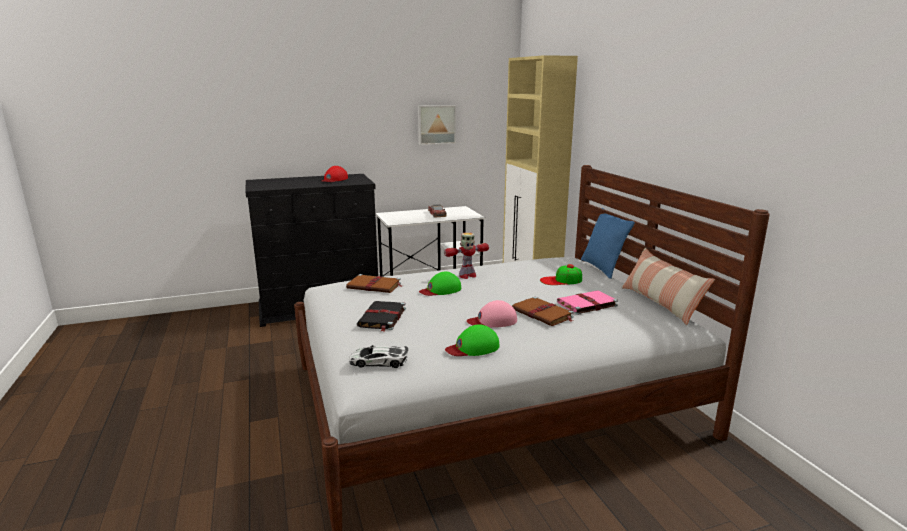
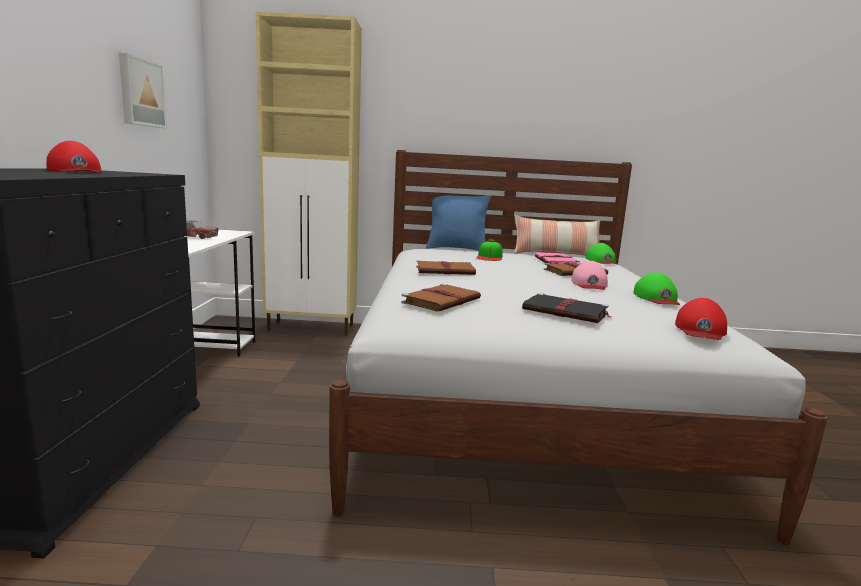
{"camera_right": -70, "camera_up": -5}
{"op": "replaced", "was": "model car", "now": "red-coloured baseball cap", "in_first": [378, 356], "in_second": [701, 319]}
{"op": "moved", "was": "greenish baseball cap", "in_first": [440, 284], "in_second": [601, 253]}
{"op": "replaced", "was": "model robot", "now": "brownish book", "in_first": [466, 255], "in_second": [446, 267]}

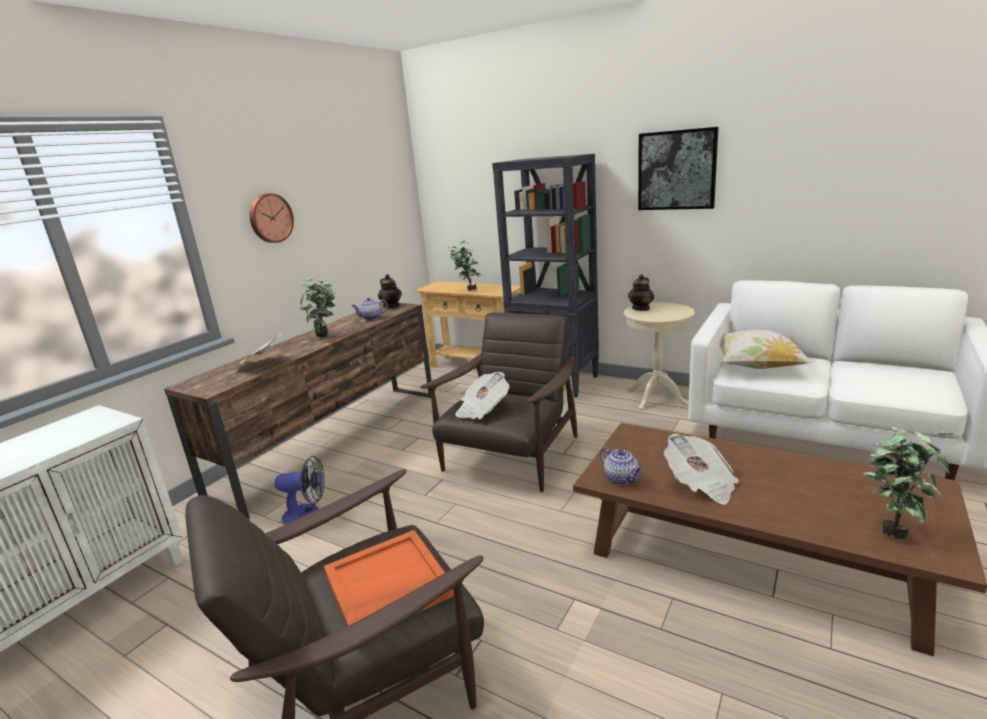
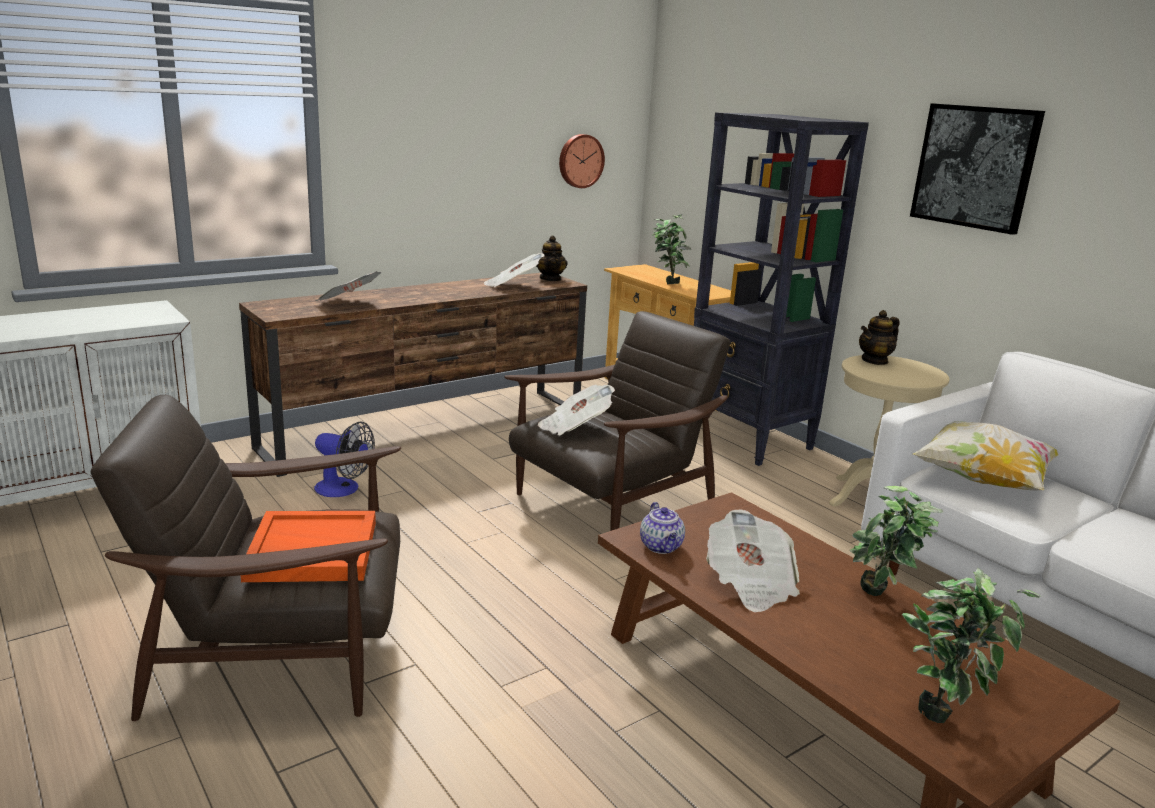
{"camera_right": 20, "camera_up": 0}
{"op": "moved", "was": "hanging clock", "in_first": [272, 218], "in_second": [582, 161]}
{"op": "moved", "was": "houseplant", "in_first": [317, 307], "in_second": [897, 541]}
{"op": "replaced", "was": "tea pot", "now": "daily paper", "in_first": [370, 309], "in_second": [514, 270]}

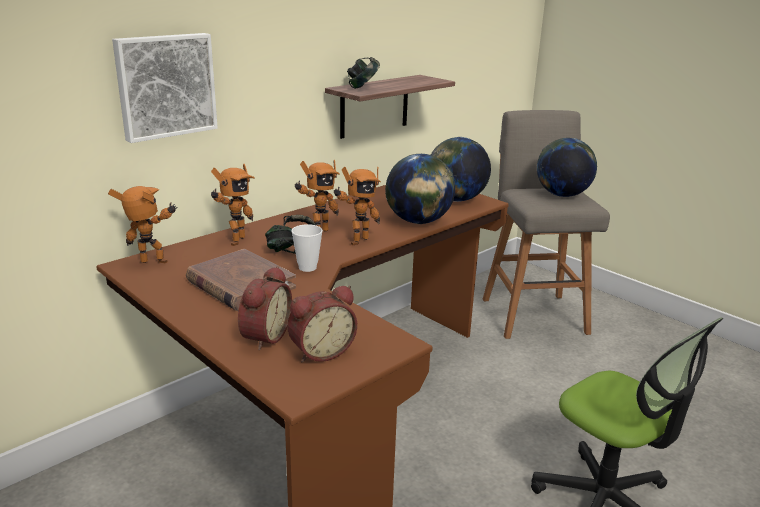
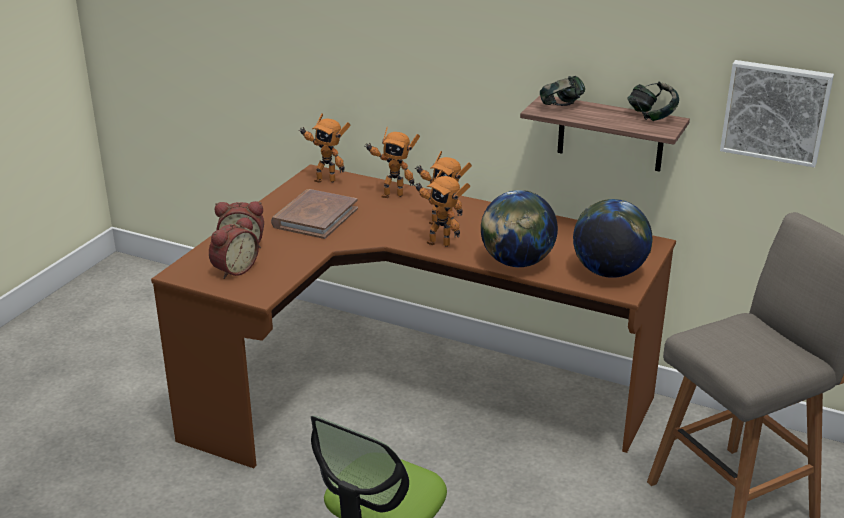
{"camera_right": 70, "camera_up": 5}
{"op": "turned", "was": "model robot", "in_first": [143, 225], "in_second": [325, 148], "clockwise": 120}
{"op": "moved", "was": "wall picture", "in_first": [165, 88], "in_second": [777, 113]}
{"op": "moved", "was": "pair of headphones", "in_first": [291, 234], "in_second": [653, 101]}
{"op": "turned", "was": "table clock", "in_first": [322, 324], "in_second": [234, 248], "clockwise": -90}
{"op": "removed", "was": "small cup", "in_first": [307, 248]}
{"op": "removed", "was": "world globe", "in_first": [567, 167]}

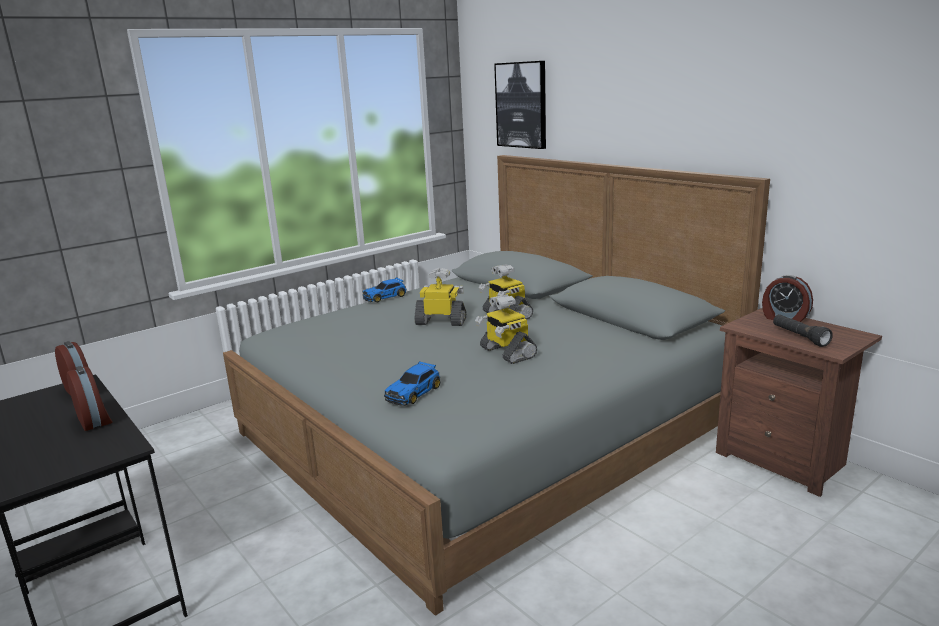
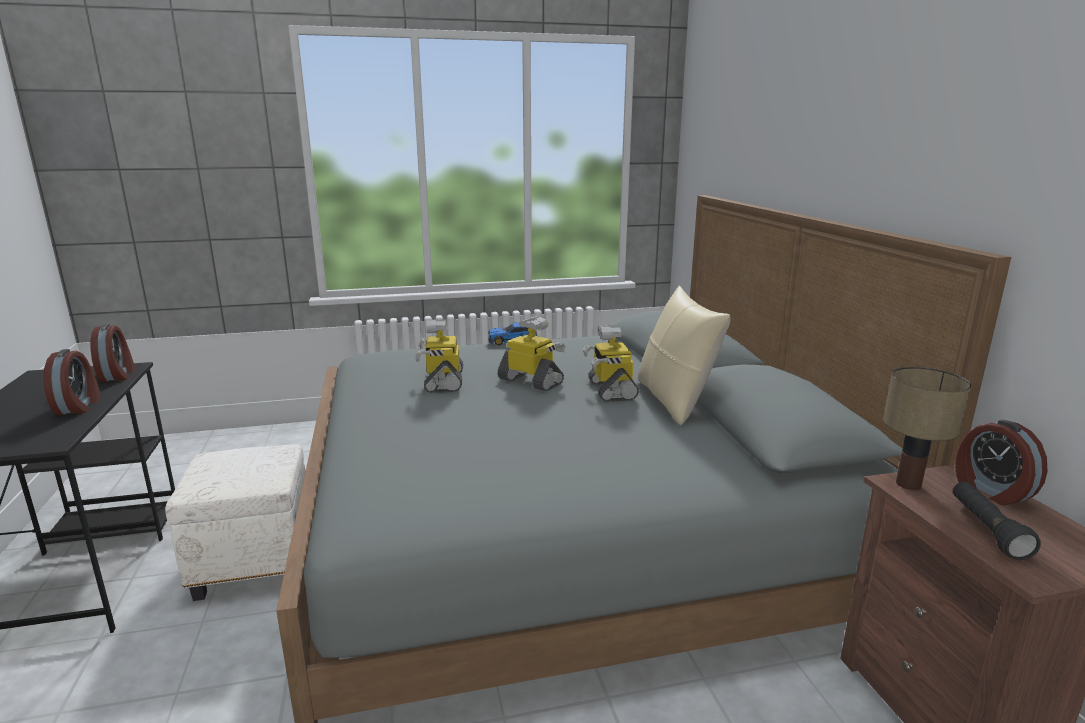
{"camera_right": 25, "camera_up": 0}
{"op": "removed", "was": "model car", "in_first": [412, 384]}
{"op": "moved", "was": "model robot", "in_first": [506, 329], "in_second": [439, 356]}
{"op": "removed", "was": "wall picture", "in_first": [520, 105]}
{"op": "added", "now": "white-coloured footrest", "in_second": [235, 522]}
{"op": "added", "now": "beige pillow", "in_second": [684, 355]}
{"op": "added", "now": "lamp for a table", "in_second": [927, 428]}

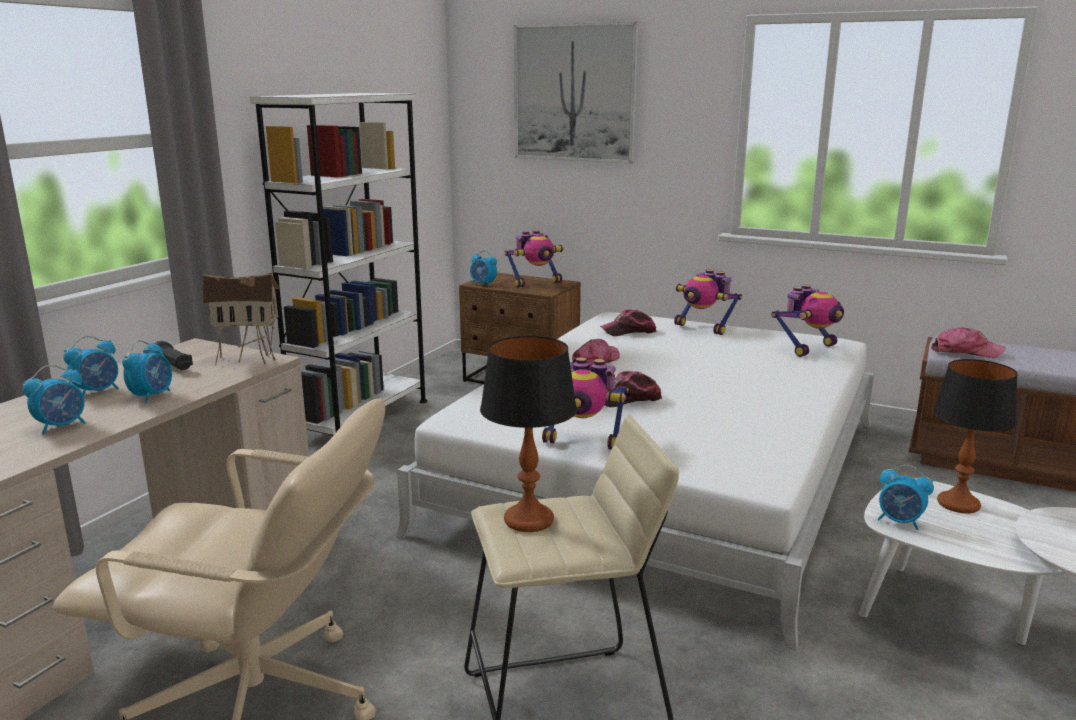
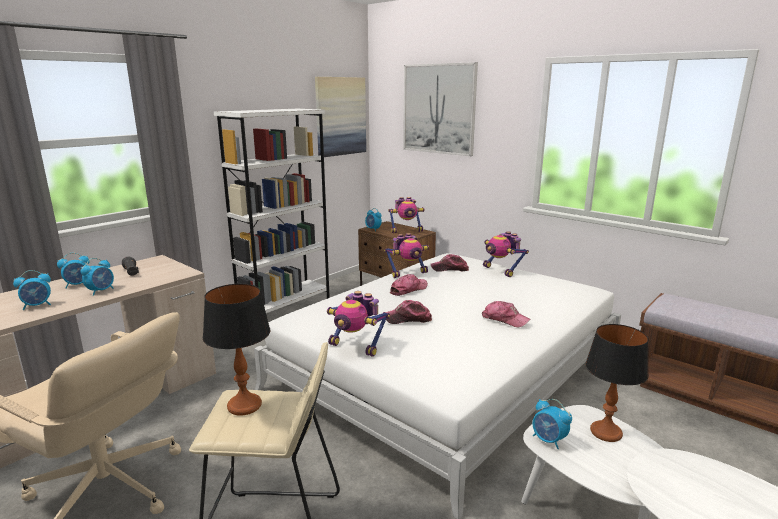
{"camera_right": 15, "camera_up": 0}
{"op": "removed", "was": "toy house", "in_first": [240, 319]}
{"op": "moved", "was": "model robot", "in_first": [807, 321], "in_second": [406, 255]}
{"op": "moved", "was": "baseball cap", "in_first": [968, 342], "in_second": [506, 314]}
{"op": "added", "now": "wall picture", "in_second": [340, 117]}

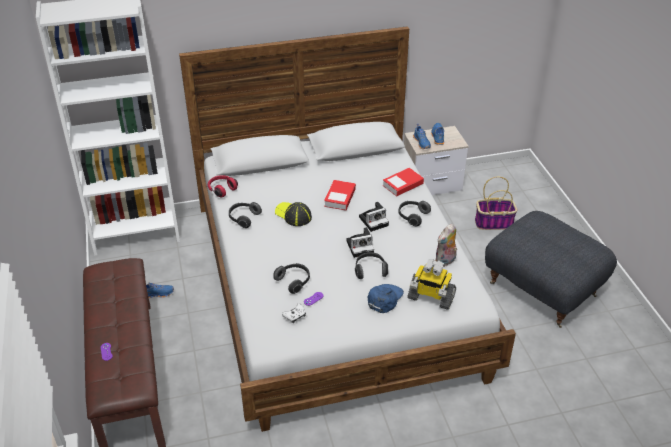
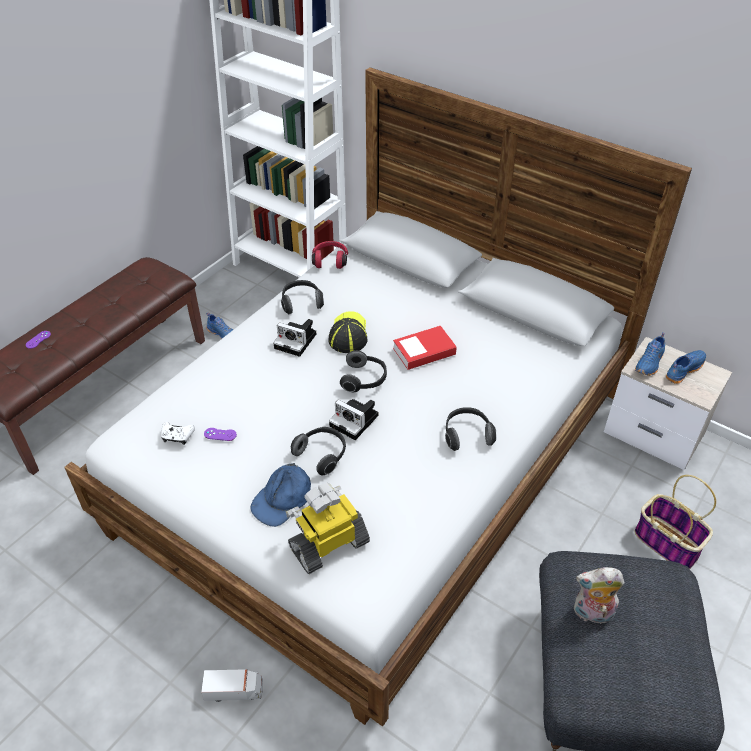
{"camera_right": 50, "camera_up": 5}
{"op": "moved", "was": "pair of headphones", "in_first": [291, 278], "in_second": [363, 371]}
{"op": "moved", "was": "photo camera", "in_first": [374, 217], "in_second": [294, 338]}
{"op": "turned", "was": "blue baseball cap", "in_first": [386, 298], "in_second": [281, 495], "clockwise": 135}
{"op": "removed", "was": "book", "in_first": [403, 182]}
{"op": "turned", "was": "model robot", "in_first": [432, 284], "in_second": [328, 528], "clockwise": 75}
{"op": "moved", "was": "soft toy", "in_first": [446, 245], "in_second": [599, 597]}
{"op": "added", "now": "toy truck", "in_second": [232, 685]}

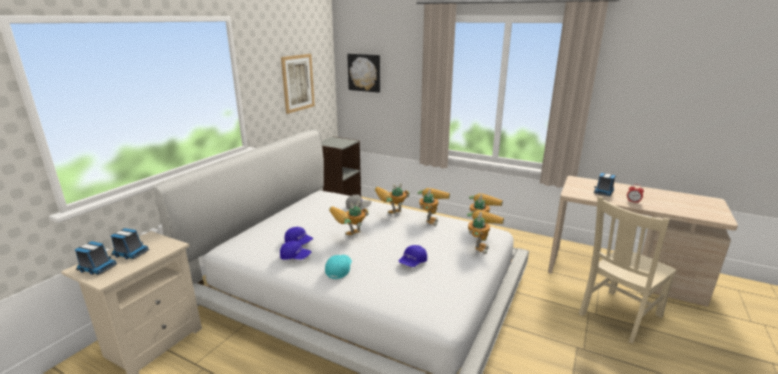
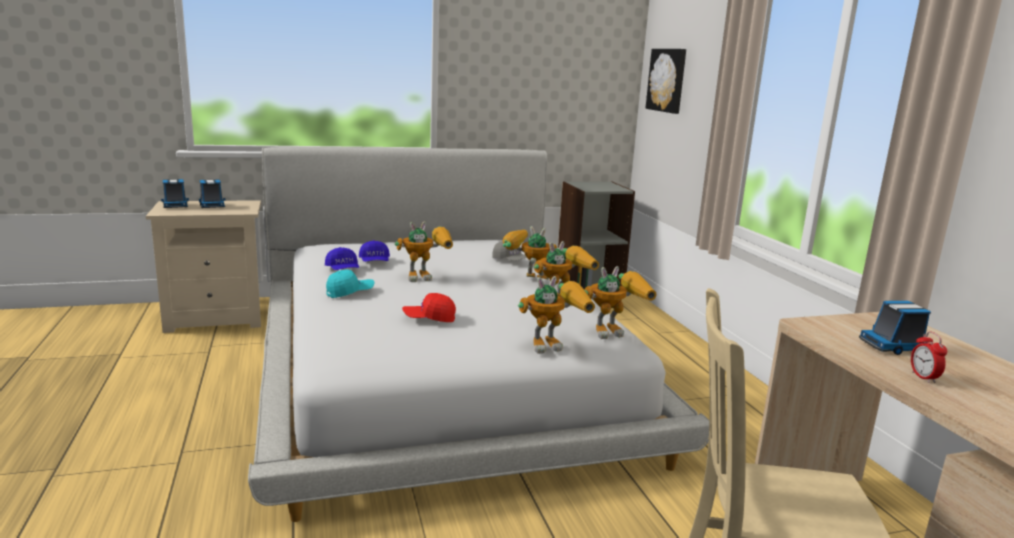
{"camera_right": 45, "camera_up": -5}
{"op": "removed", "was": "wall picture", "in_first": [298, 84]}
{"op": "turned", "was": "model robot", "in_first": [348, 218], "in_second": [424, 251], "clockwise": 150}
{"op": "recoloured", "was": "blue baseball cap", "now": "red-coloured baseball cap", "in_first": [413, 256], "in_second": [429, 307]}

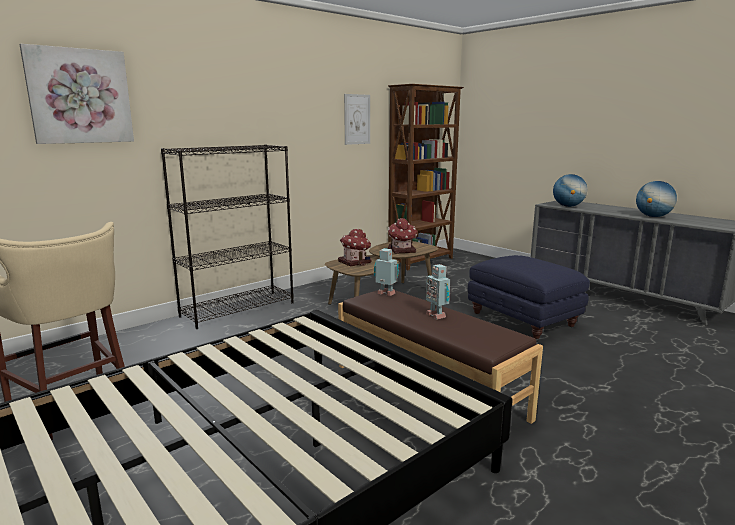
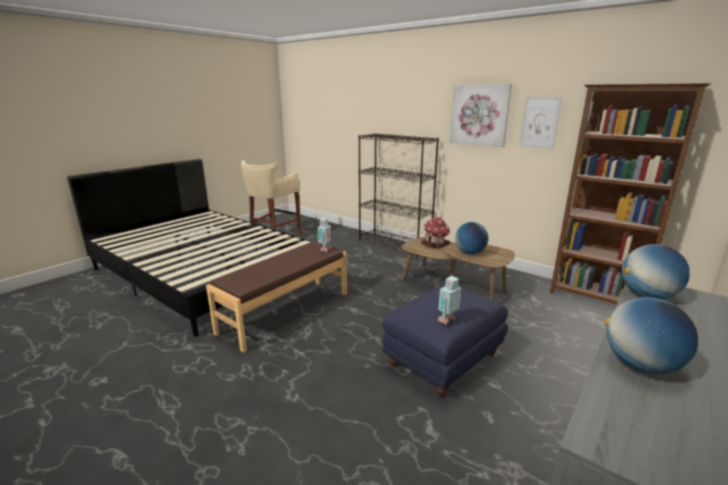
{"camera_right": 80, "camera_up": 5}
{"op": "moved", "was": "wall picture", "in_first": [77, 94], "in_second": [481, 115]}
{"op": "replaced", "was": "toy house", "now": "world globe", "in_first": [401, 236], "in_second": [471, 238]}
{"op": "moved", "was": "model robot", "in_first": [438, 292], "in_second": [450, 300]}

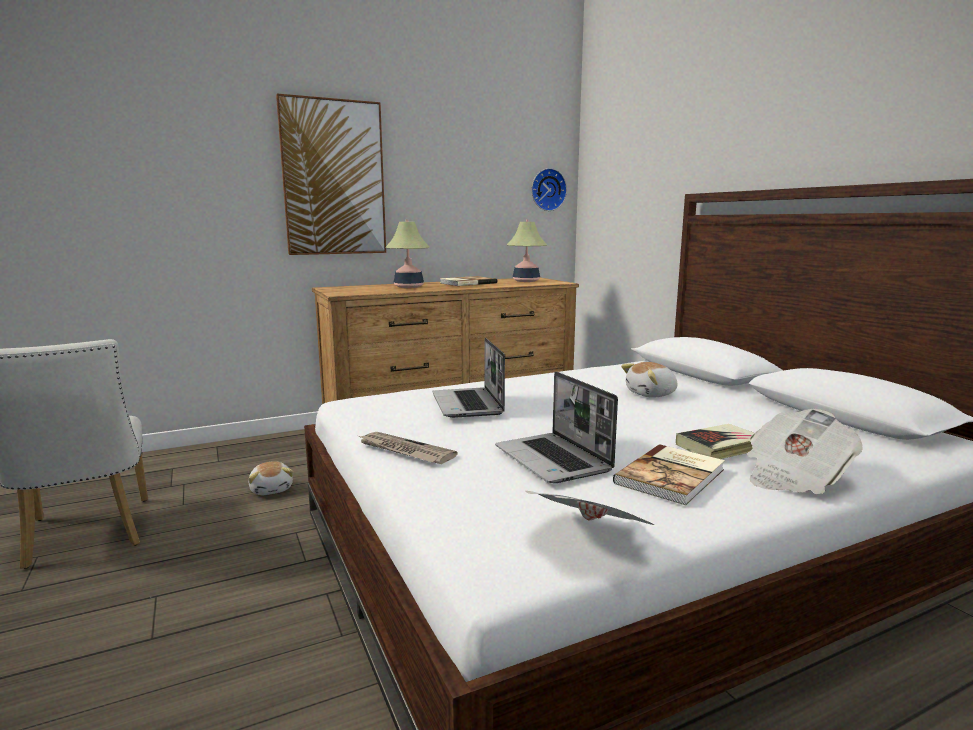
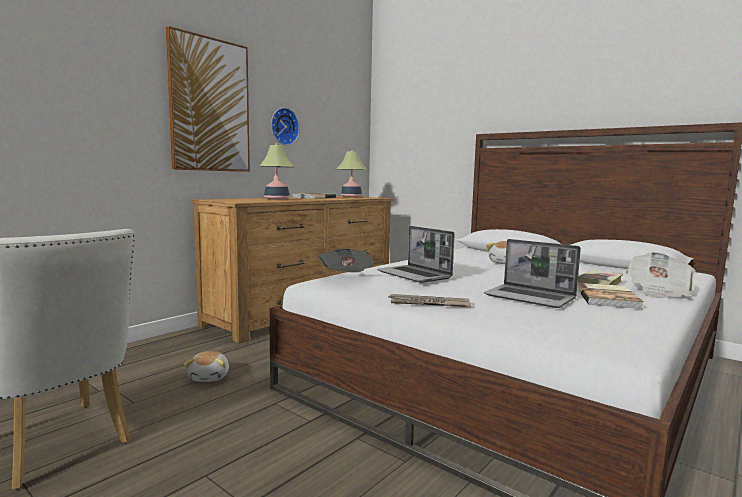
{"camera_right": -25, "camera_up": -5}
{"op": "turned", "was": "soft toy", "in_first": [271, 478], "in_second": [206, 366], "clockwise": 45}
{"op": "moved", "was": "daily paper", "in_first": [589, 508], "in_second": [346, 260]}
{"op": "moved", "was": "hanging clock", "in_first": [549, 189], "in_second": [285, 126]}

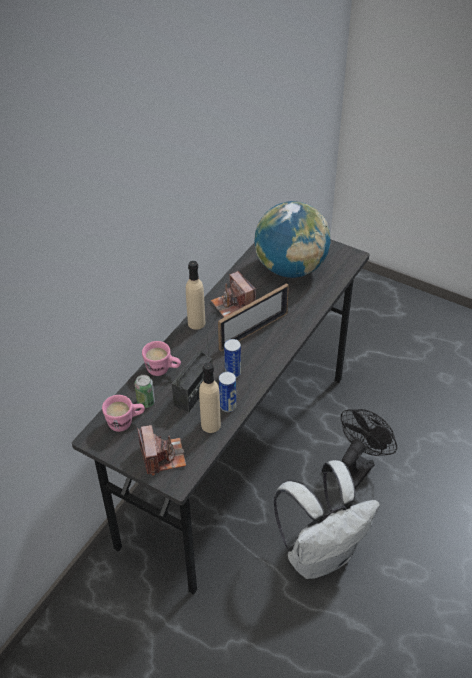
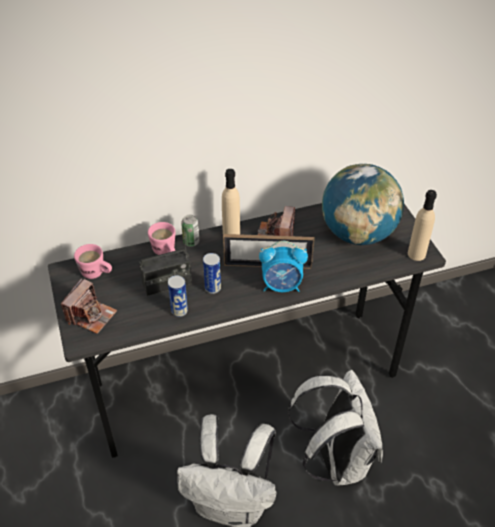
{"camera_right": 40, "camera_up": 0}
{"op": "moved", "was": "sealed can", "in_first": [144, 391], "in_second": [190, 231]}
{"op": "moved", "was": "beige beverage bottle", "in_first": [210, 397], "in_second": [422, 225]}
{"op": "replaced", "was": "black electric fan", "now": "white-coloured backpack", "in_first": [368, 449], "in_second": [335, 427]}
{"op": "added", "now": "table clock", "in_second": [283, 266]}

